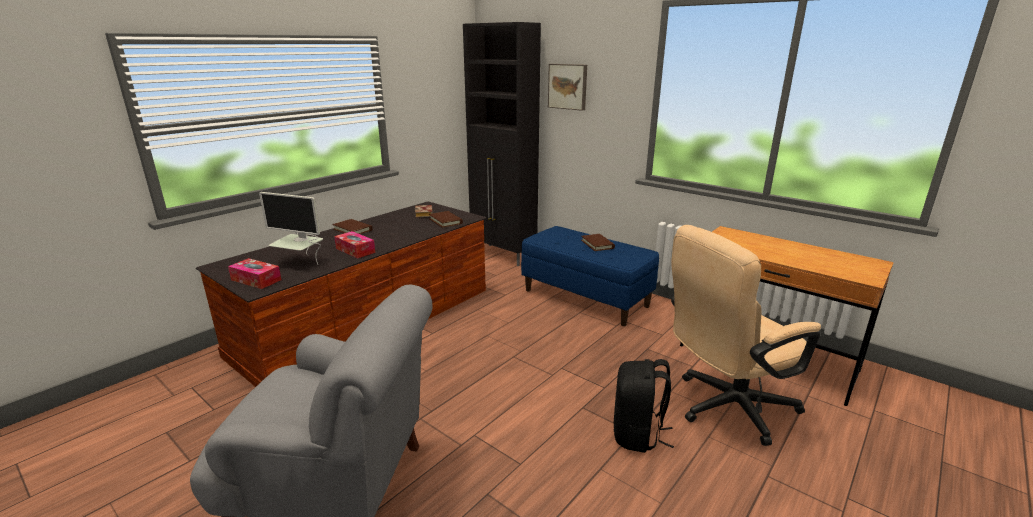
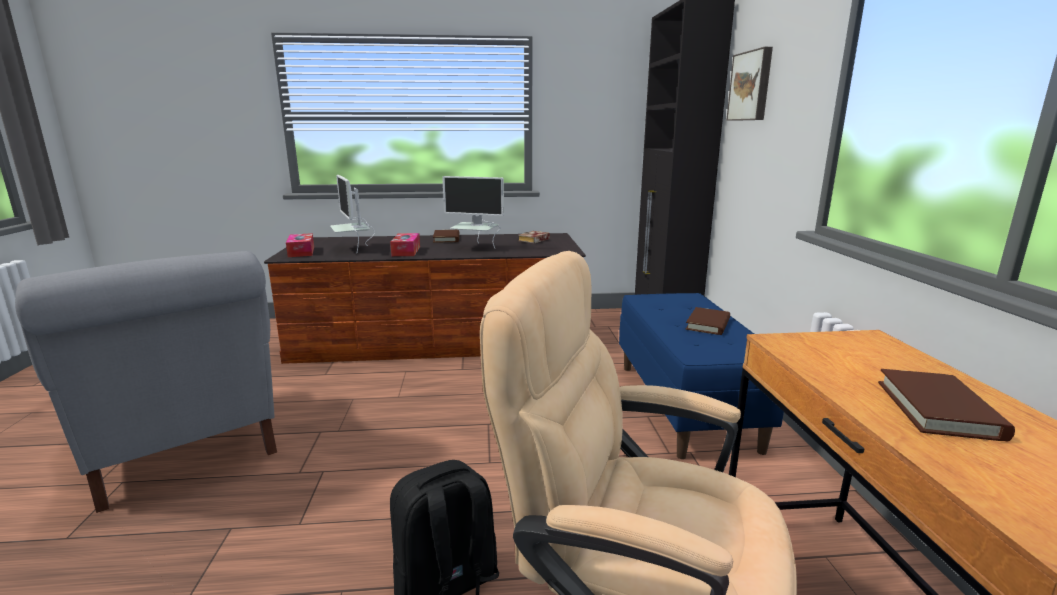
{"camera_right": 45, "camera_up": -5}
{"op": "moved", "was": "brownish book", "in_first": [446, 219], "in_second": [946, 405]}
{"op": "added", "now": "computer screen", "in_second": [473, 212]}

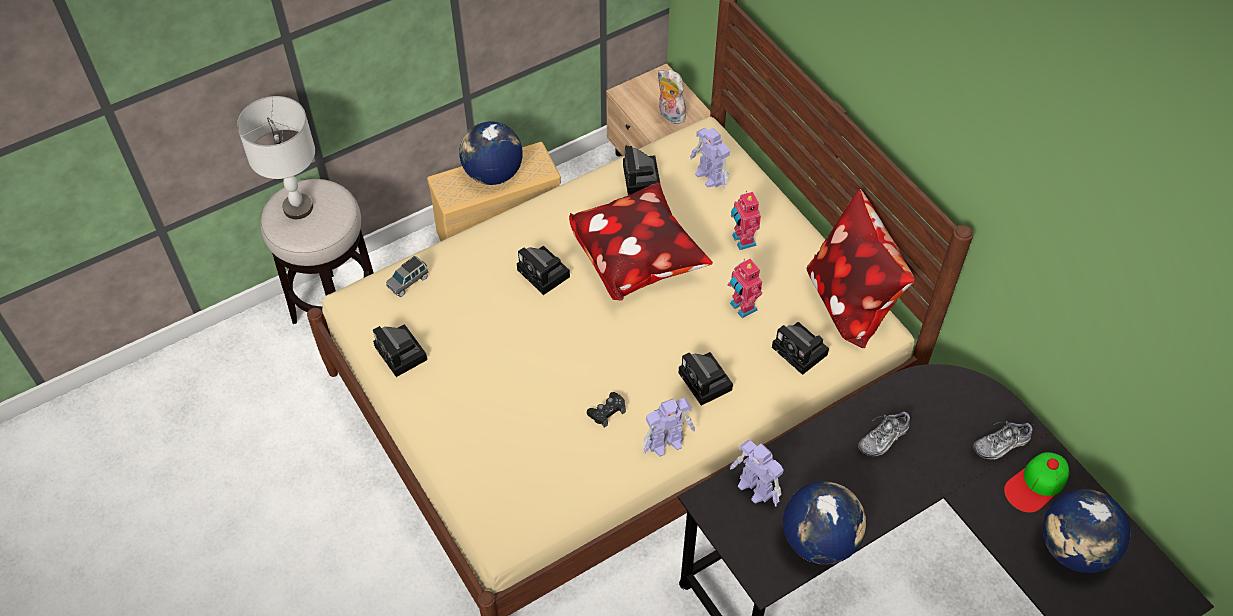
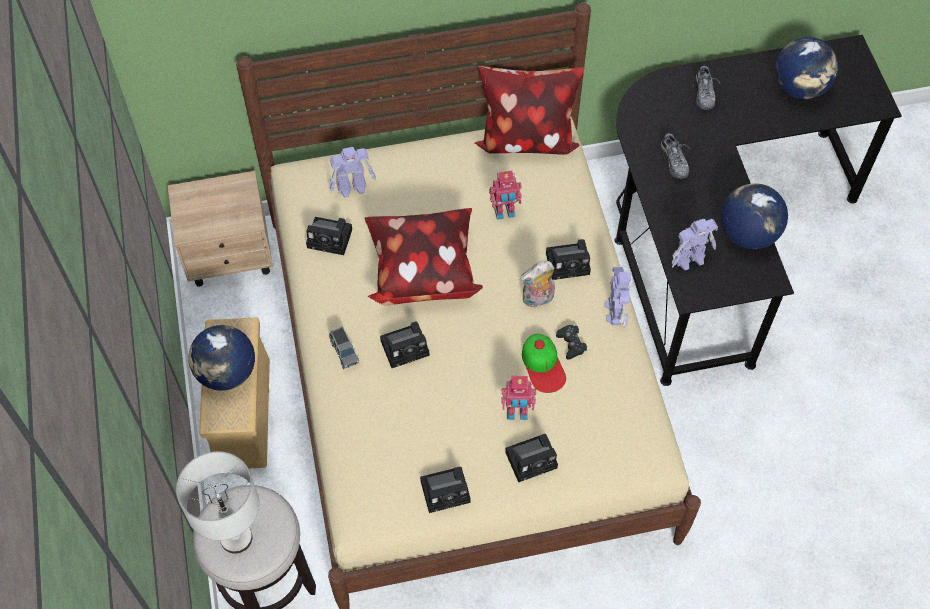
{"camera_right": -70, "camera_up": 5}
{"op": "moved", "was": "grey model car", "in_first": [407, 276], "in_second": [344, 348]}
{"op": "moved", "was": "soft toy", "in_first": [672, 96], "in_second": [537, 284]}
{"op": "moved", "was": "model robot", "in_first": [746, 220], "in_second": [518, 398]}
{"op": "moved", "was": "photo camera", "in_first": [800, 348], "in_second": [531, 458]}
{"op": "moved", "was": "baseball cap", "in_first": [1036, 482], "in_second": [544, 363]}

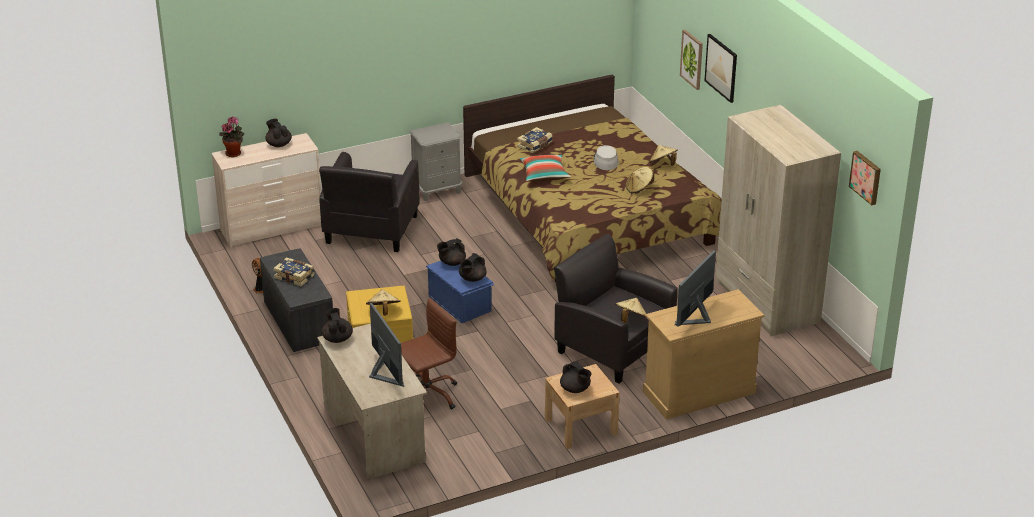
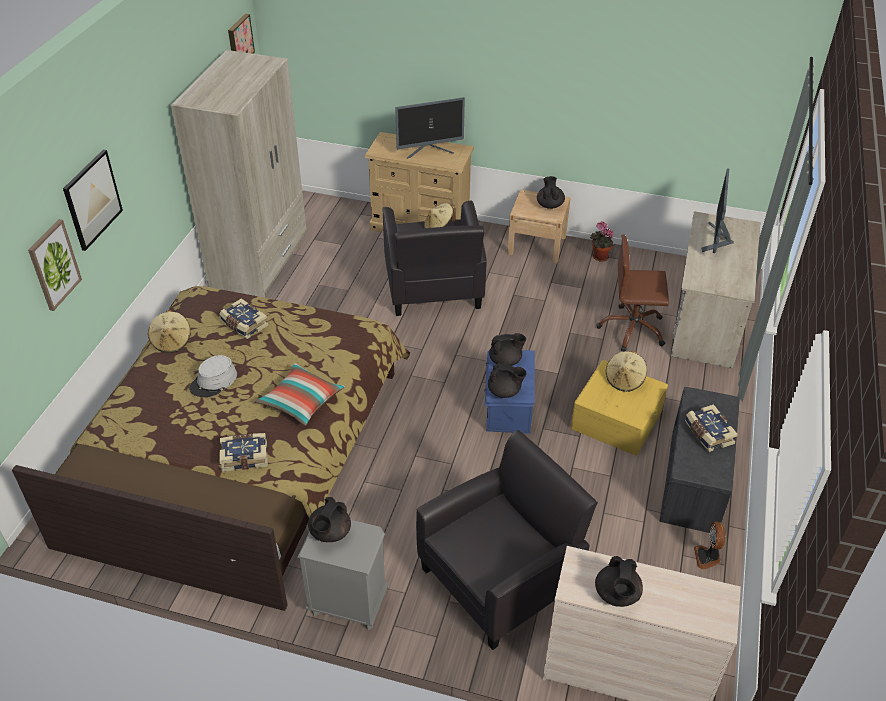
{"camera_right": -140, "camera_up": 10}
{"op": "moved", "was": "houseplant", "in_first": [231, 136], "in_second": [602, 241]}
{"op": "moved", "was": "black tea pot", "in_first": [337, 325], "in_second": [329, 519]}
{"op": "replaced", "was": "beige hat", "now": "book", "in_first": [640, 180], "in_second": [243, 318]}

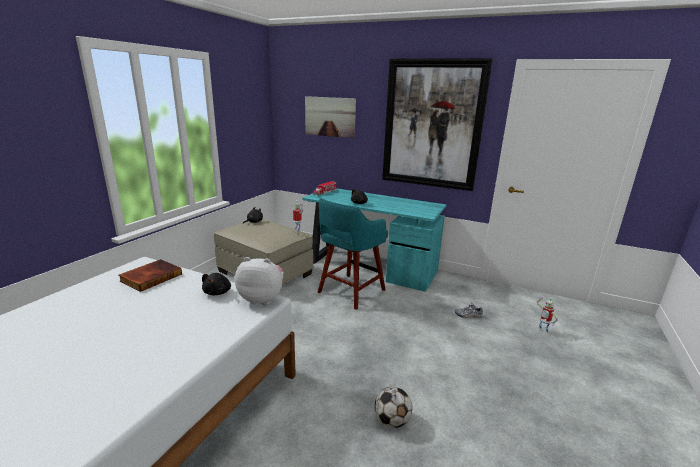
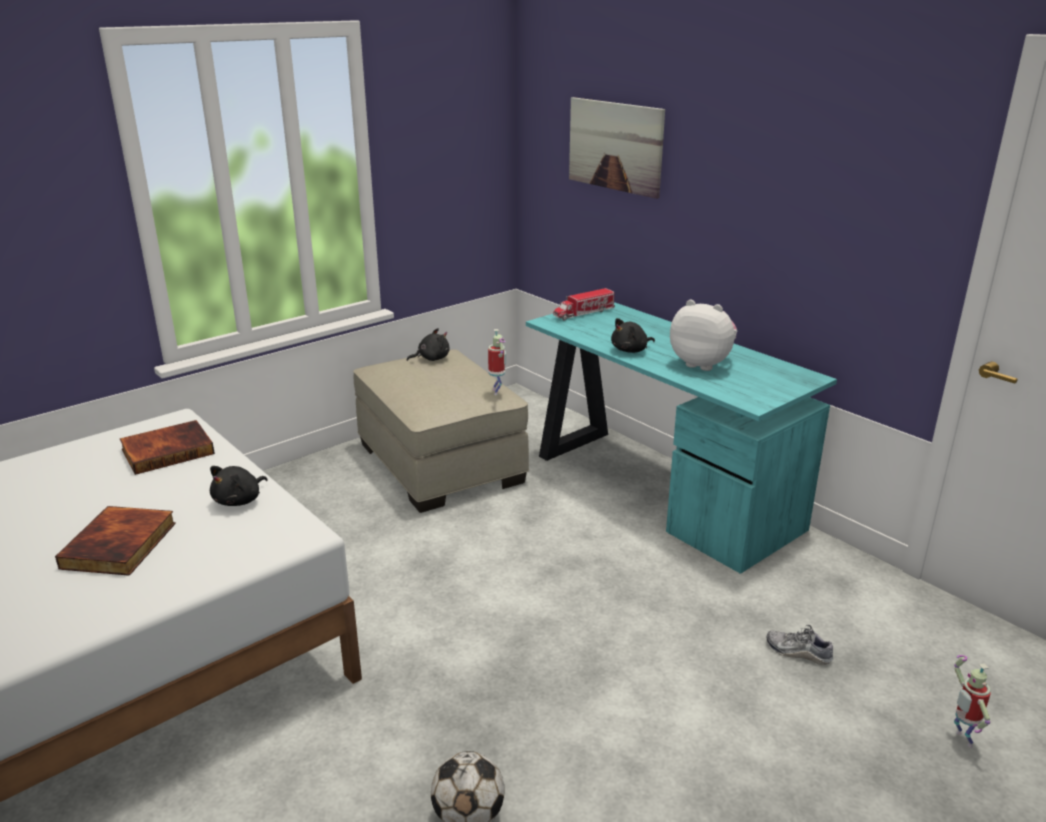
{"camera_right": 25, "camera_up": 5}
{"op": "moved", "was": "soft toy", "in_first": [259, 281], "in_second": [703, 335]}
{"op": "removed", "was": "turquoise-coloured sitting stool", "in_first": [353, 254]}
{"op": "removed", "was": "wall picture", "in_first": [437, 124]}
{"op": "added", "now": "book", "in_second": [115, 541]}

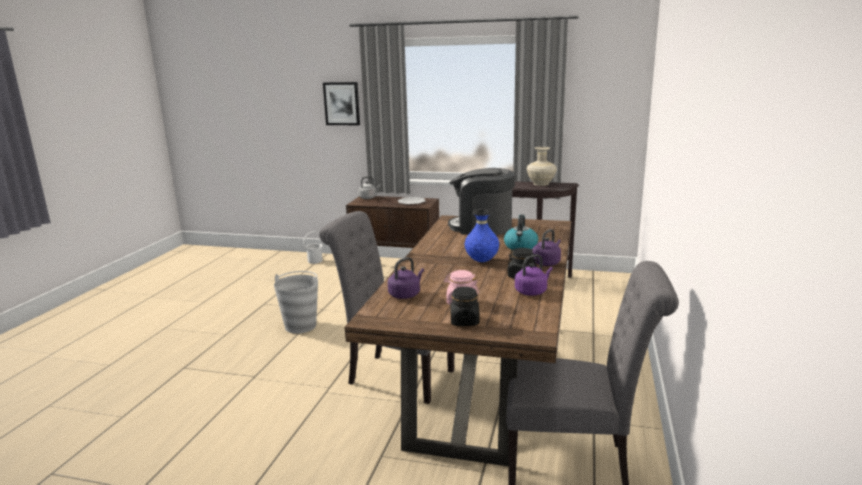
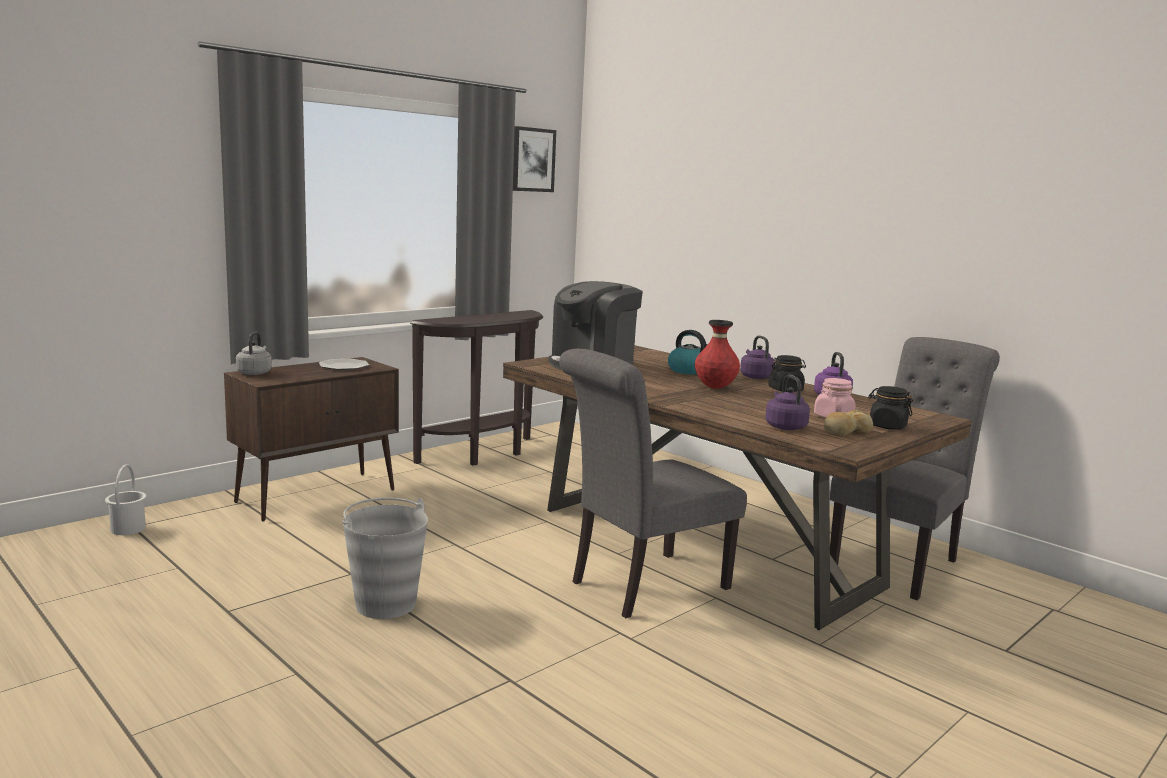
{"camera_right": -60, "camera_up": -5}
{"op": "moved", "was": "wall picture", "in_first": [341, 103], "in_second": [534, 159]}
{"op": "recoloured", "was": "blue decorative vase", "now": "red-coloured decorative vase", "in_first": [482, 235], "in_second": [717, 354]}
{"op": "removed", "was": "beige decorative vase", "in_first": [542, 166]}
{"op": "added", "now": "bakery bread", "in_second": [848, 423]}

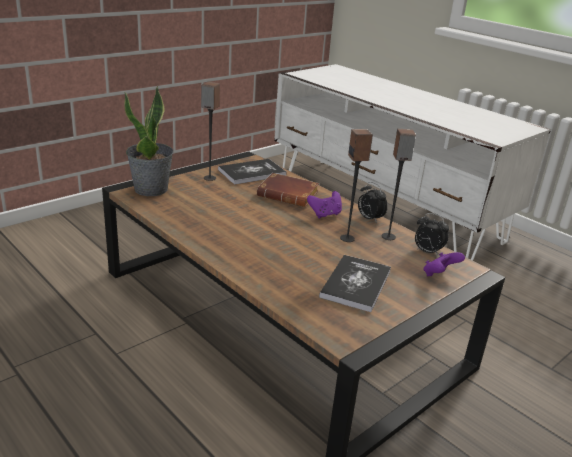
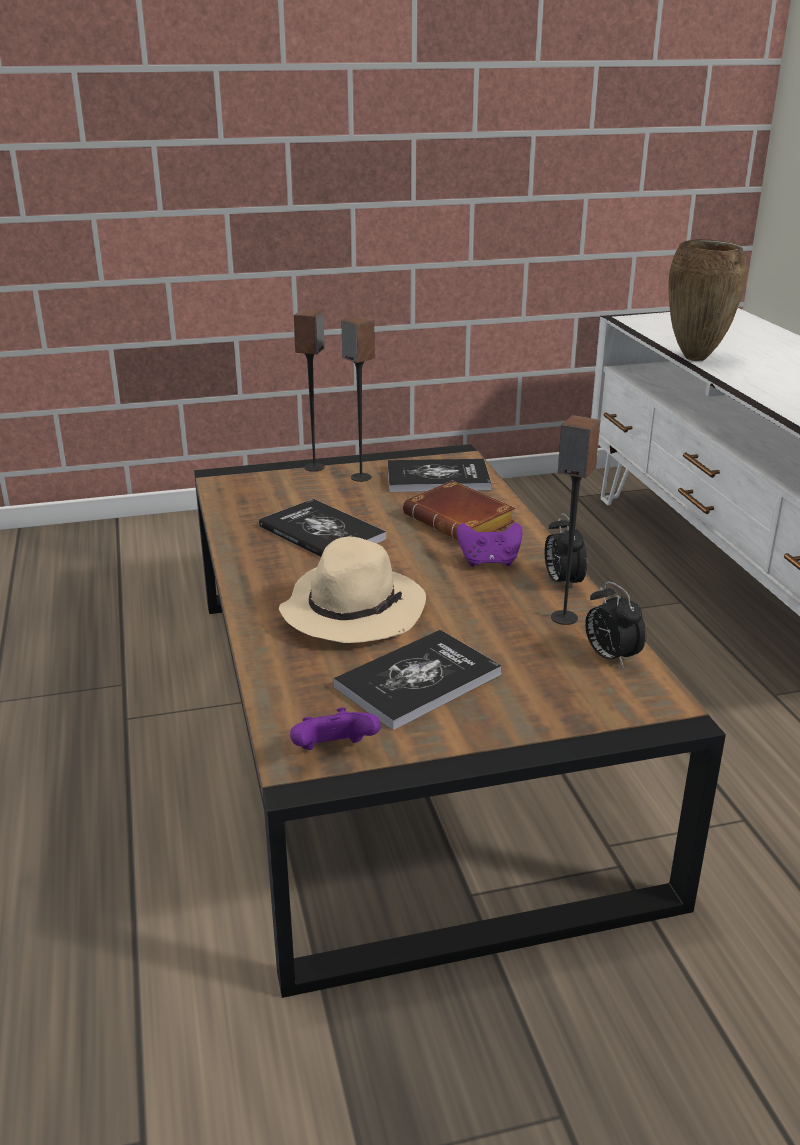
{"camera_right": 30, "camera_up": 0}
{"op": "removed", "was": "houseplant", "in_first": [149, 141]}
{"op": "moved", "was": "audio speaker", "in_first": [356, 185], "in_second": [309, 391]}
{"op": "moved", "was": "purple-coloured game controller", "in_first": [444, 264], "in_second": [335, 728]}
{"op": "added", "now": "book", "in_second": [322, 528]}
{"op": "added", "now": "beige hat", "in_second": [352, 590]}
{"op": "added", "now": "brownish decorative vase", "in_second": [707, 300]}

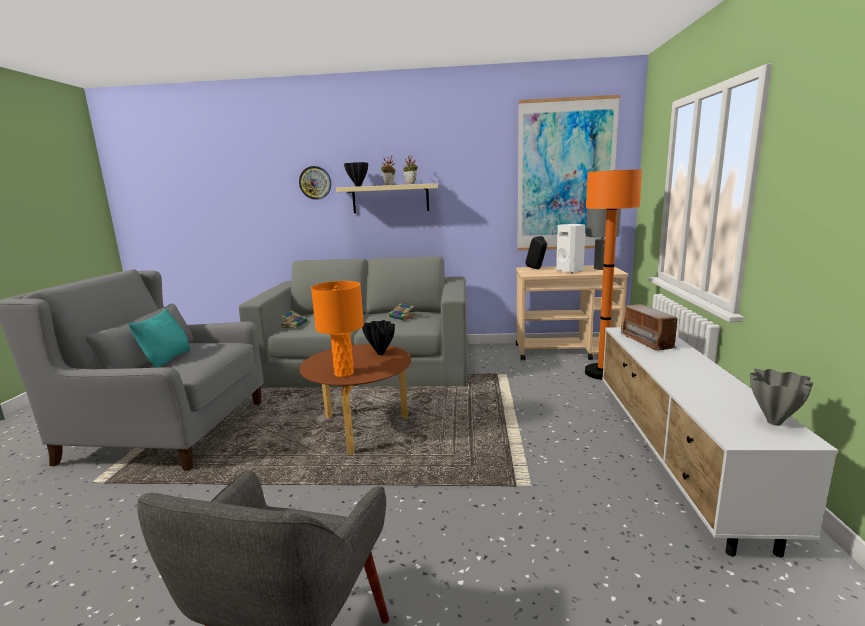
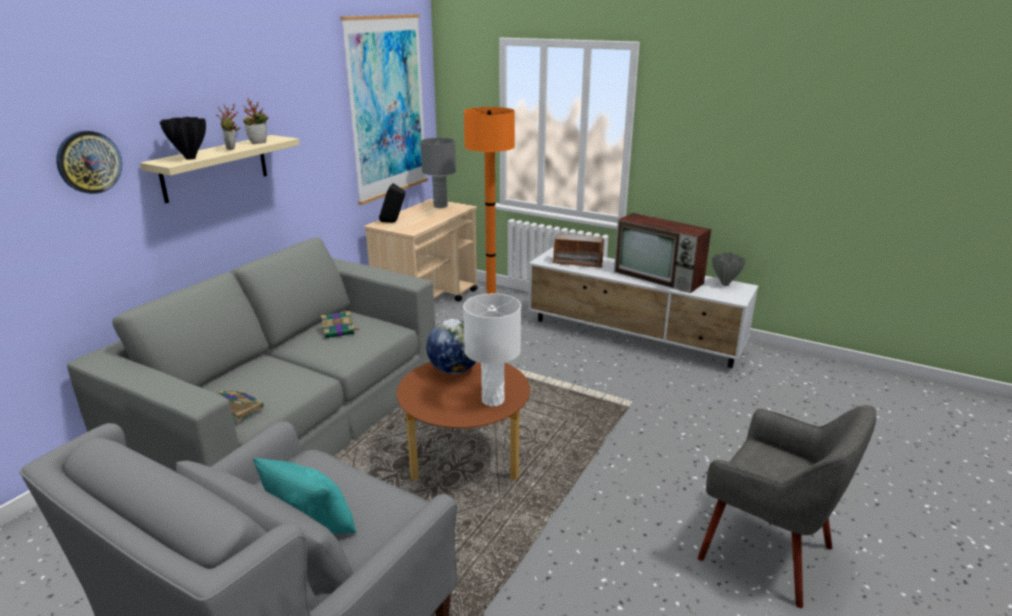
{"camera_right": -65, "camera_up": 10}
{"op": "recoloured", "was": "orangey lamp for a table", "now": "white-coloured lamp for a table", "in_first": [337, 329], "in_second": [492, 350]}
{"op": "replaced", "was": "black decorative vase", "now": "world globe", "in_first": [378, 337], "in_second": [451, 346]}
{"op": "removed", "was": "white-coloured audio speaker", "in_first": [571, 248]}
{"op": "added", "now": "TV set", "in_second": [662, 253]}

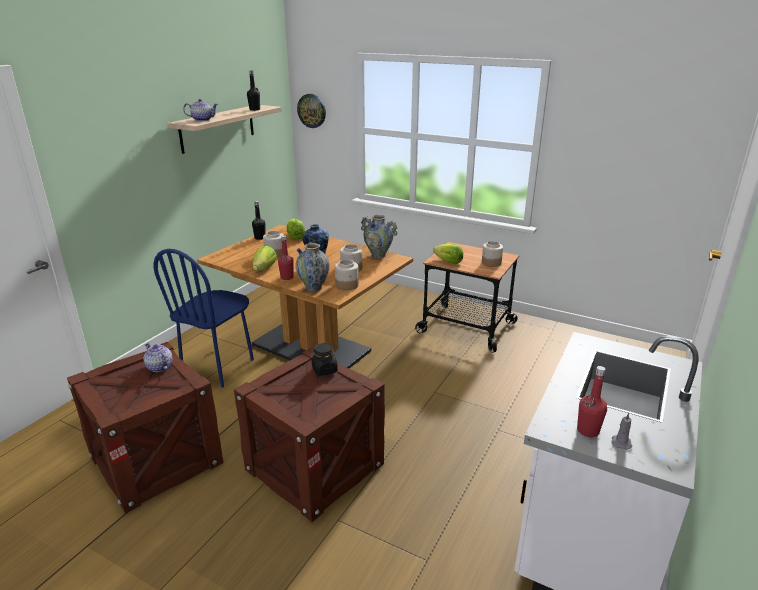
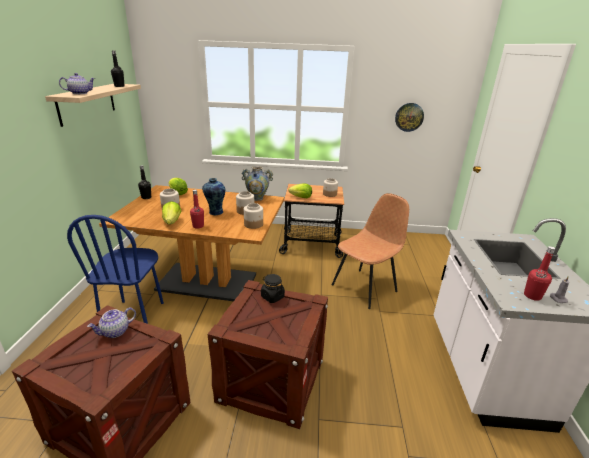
{"camera_right": -25, "camera_up": 0}
{"op": "turned", "was": "tea pot", "in_first": [158, 357], "in_second": [111, 322], "clockwise": -60}
{"op": "removed", "was": "decorative vase", "in_first": [312, 267]}
{"op": "moved", "was": "hanging clock", "in_first": [311, 111], "in_second": [409, 117]}
{"op": "added", "now": "brownish chair", "in_second": [370, 251]}

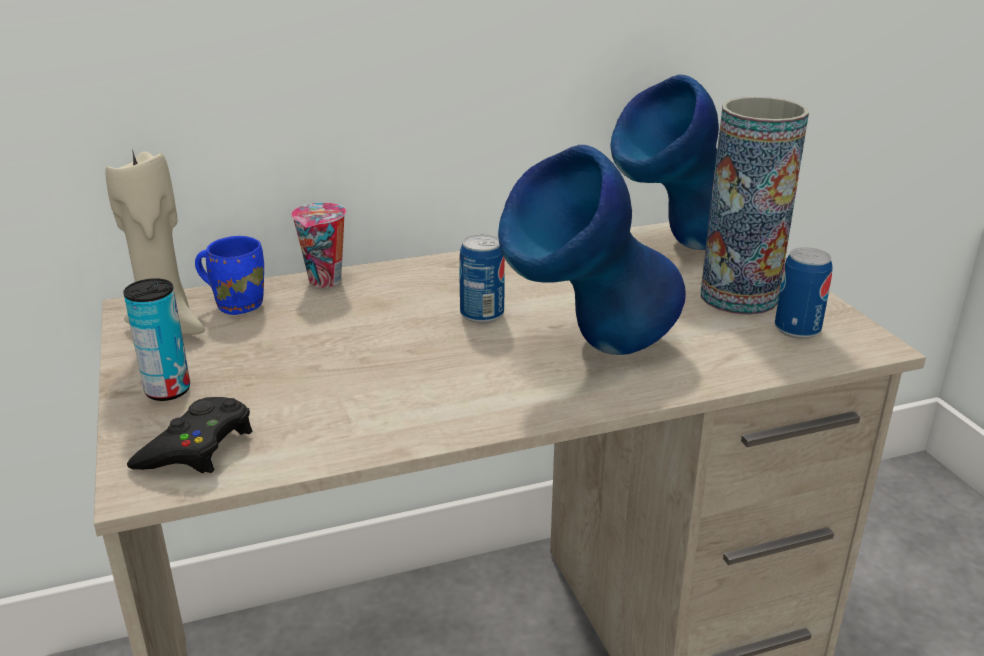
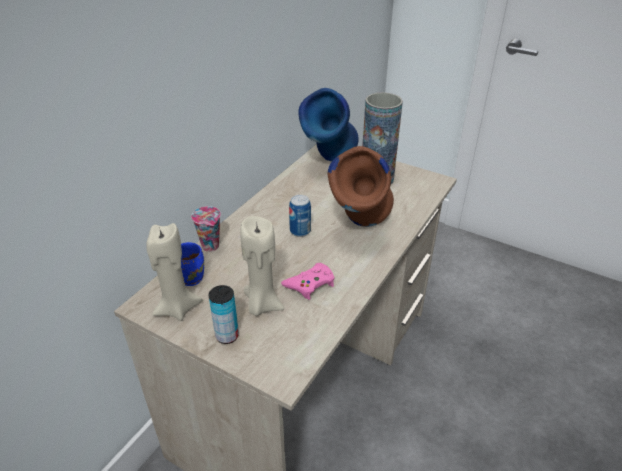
{"camera_right": -40, "camera_up": 10}
{"op": "removed", "was": "black game controller", "in_first": [189, 435]}
{"op": "recoloured", "was": "blue decorative vase", "now": "brownish decorative vase", "in_first": [592, 250], "in_second": [361, 186]}
{"op": "removed", "was": "sealed can", "in_first": [804, 293]}
{"op": "added", "now": "beige candle", "in_second": [262, 266]}
{"op": "added", "now": "pinkish game controller", "in_second": [308, 281]}

